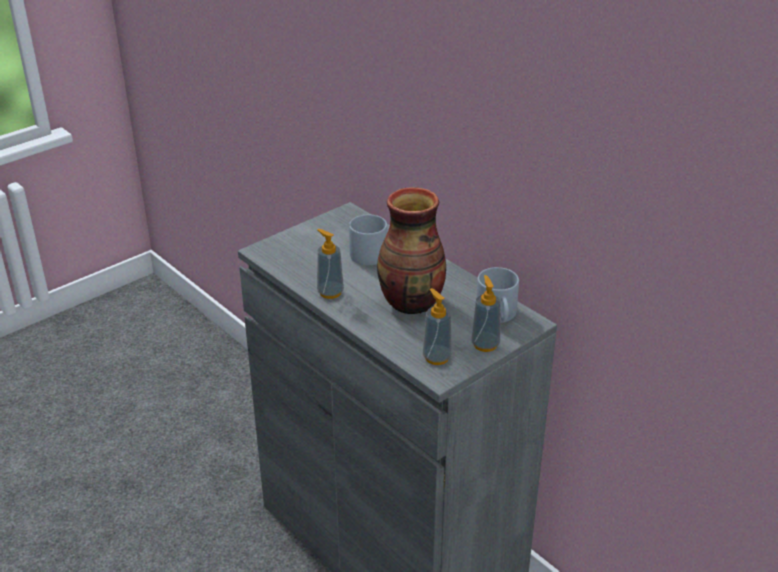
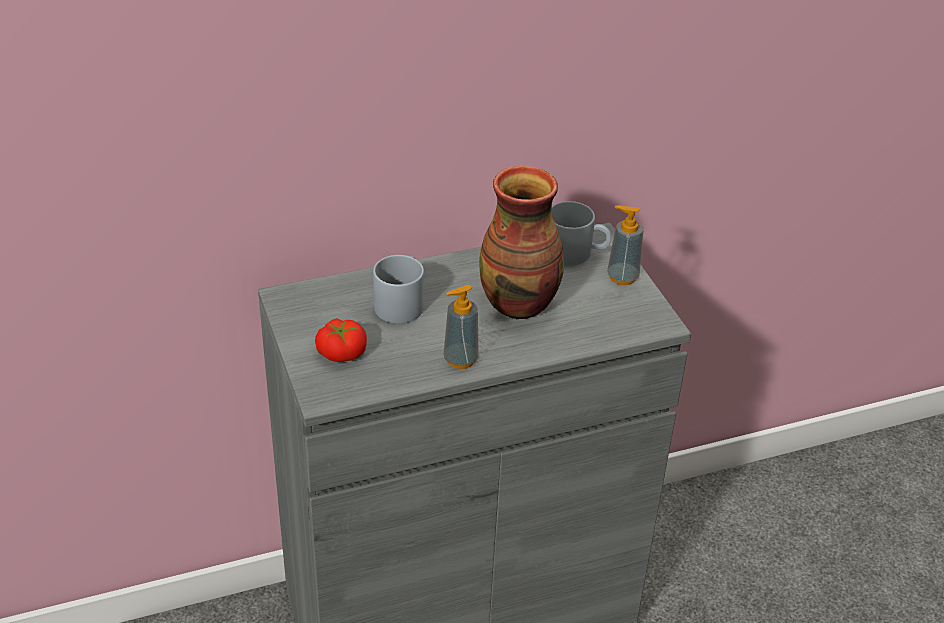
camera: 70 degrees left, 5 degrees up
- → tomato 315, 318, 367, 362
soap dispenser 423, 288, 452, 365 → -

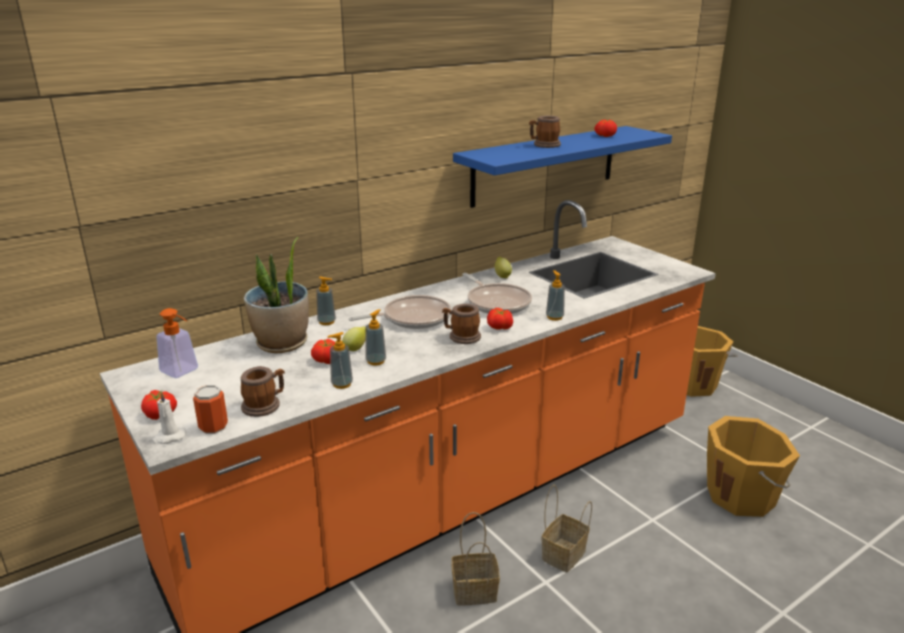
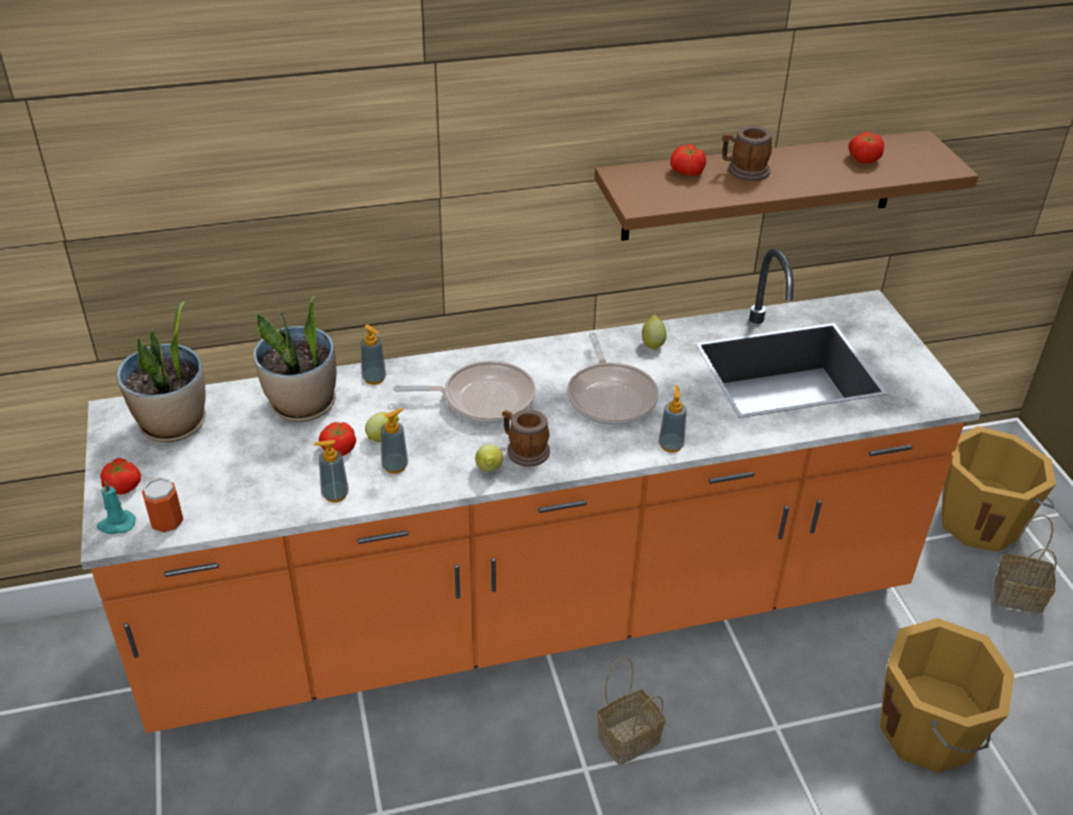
camera: 20 degrees right, 15 degrees up
candle (white) 151, 391, 186, 444 → candle (turquoise) 97, 480, 136, 534
soap dispenser 156, 308, 198, 378 → potted plant 116, 301, 206, 442
- → lemon 475, 444, 503, 472
shelf (blue) 453, 126, 672, 208 → shelf (brown) 594, 130, 979, 241
tomato 487, 308, 513, 330 → tomato 670, 144, 706, 176, shifted
basket 452, 512, 500, 605 → basket 994, 515, 1057, 613, shifted
mug 241, 366, 285, 417 → -

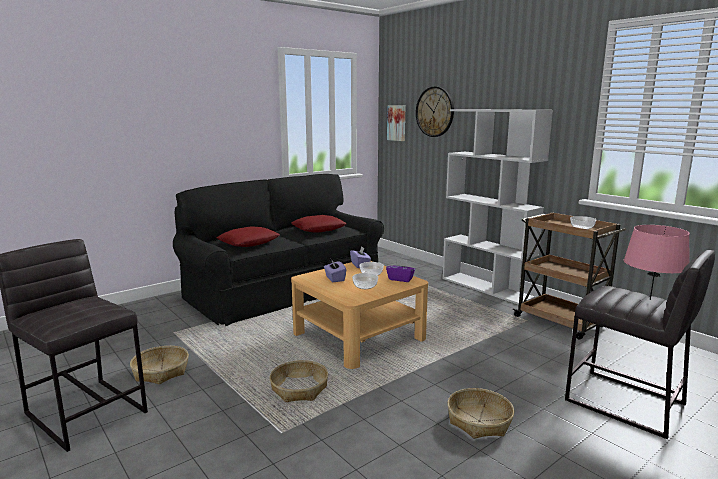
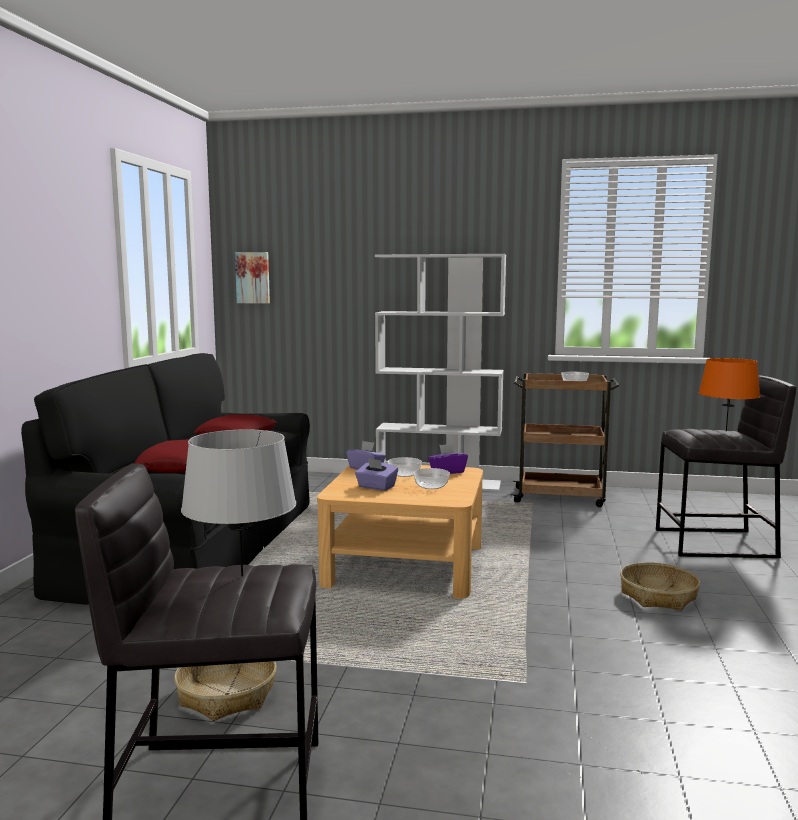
camera: 40 degrees left, 5 degrees down
- → table lamp (grey) 181, 429, 296, 577
table lamp (pink) 624, 225, 690, 300 → table lamp (orange) 699, 358, 760, 432
basket 270, 360, 328, 402 → -
wall clock 416, 87, 454, 137 → -

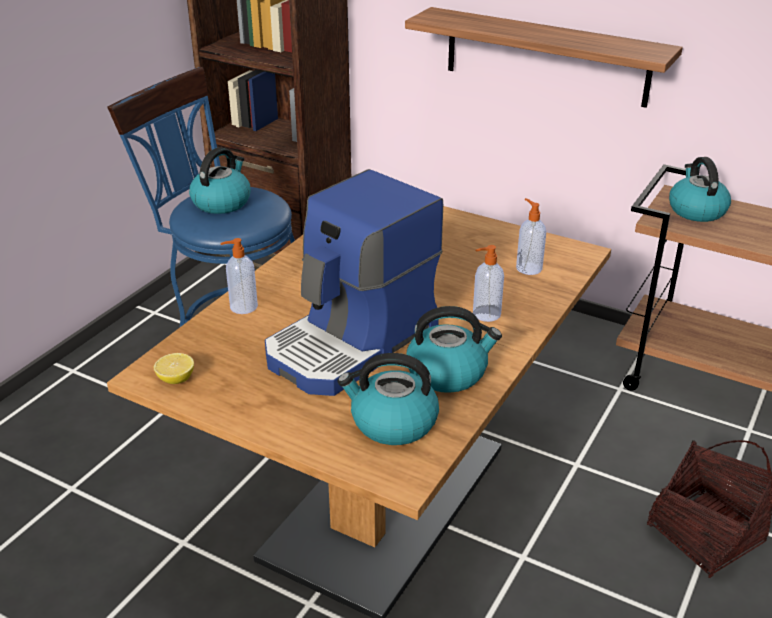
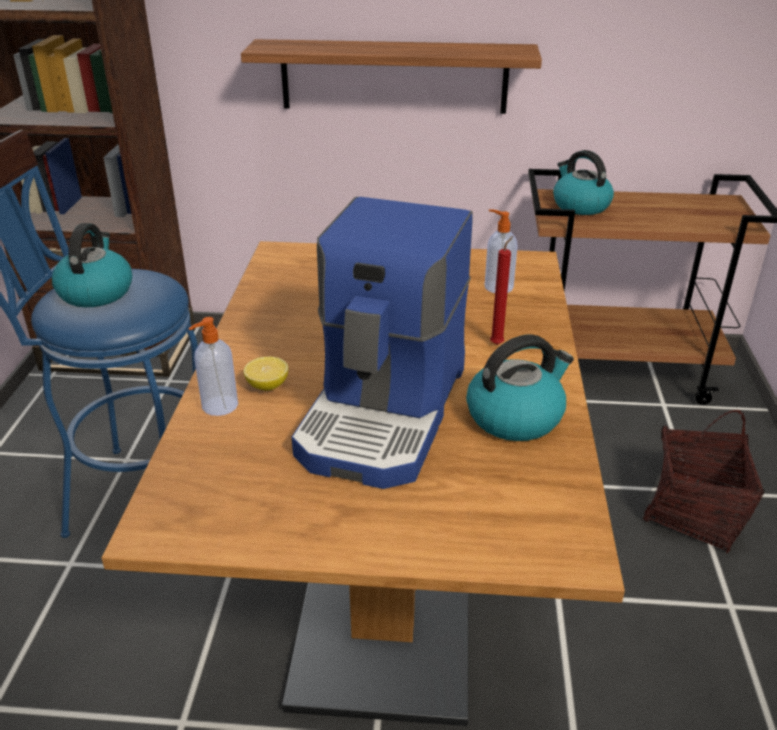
camera: 25 degrees left, 0 degrees up
lemon 154, 353, 194, 384 → lemon 244, 357, 288, 391, shifted
soap dispenser 473, 245, 504, 322 → candle (red) 490, 236, 513, 345
kettle 338, 353, 439, 445 → -

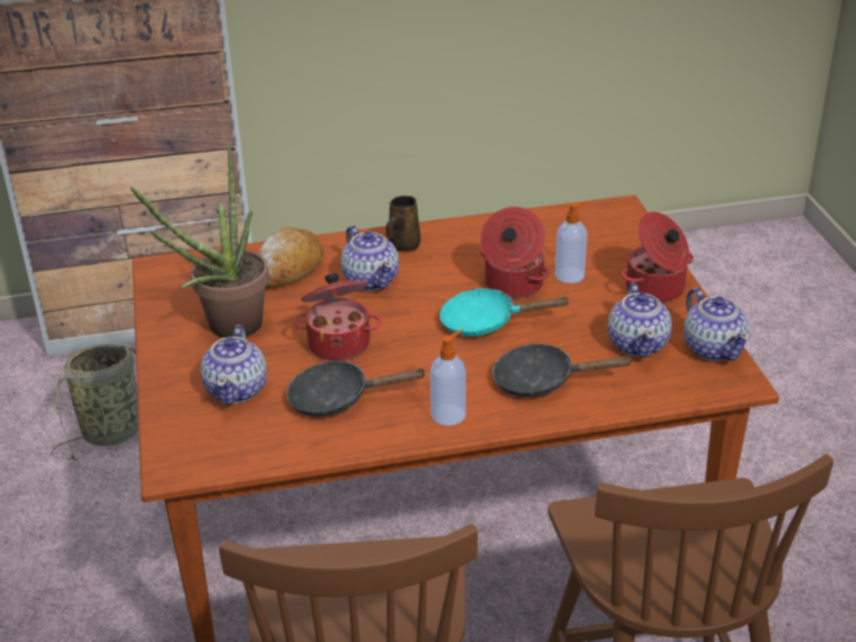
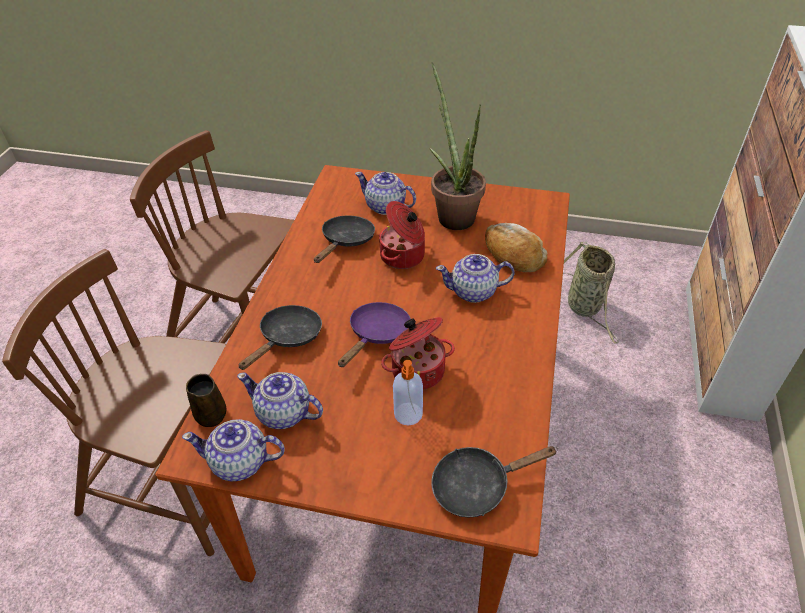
camera: 115 degrees right, 10 degrees up
mug (brown) 386, 196, 421, 252 → mug (brown) 186, 374, 227, 427, shifted
frying pan (turquoise) 439, 288, 571, 336 → frying pan (purple) 338, 302, 411, 367
- → frying pan (black) 431, 446, 558, 518
soap dispenser 430, 330, 466, 426 → -
cooking pot 621, 212, 694, 302 → -

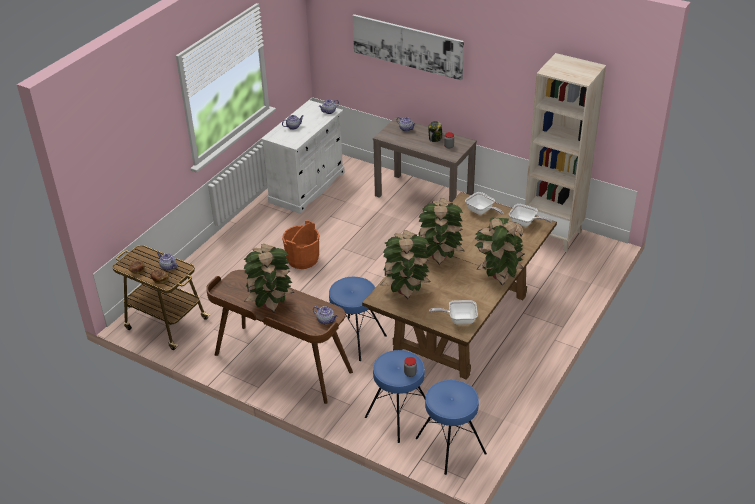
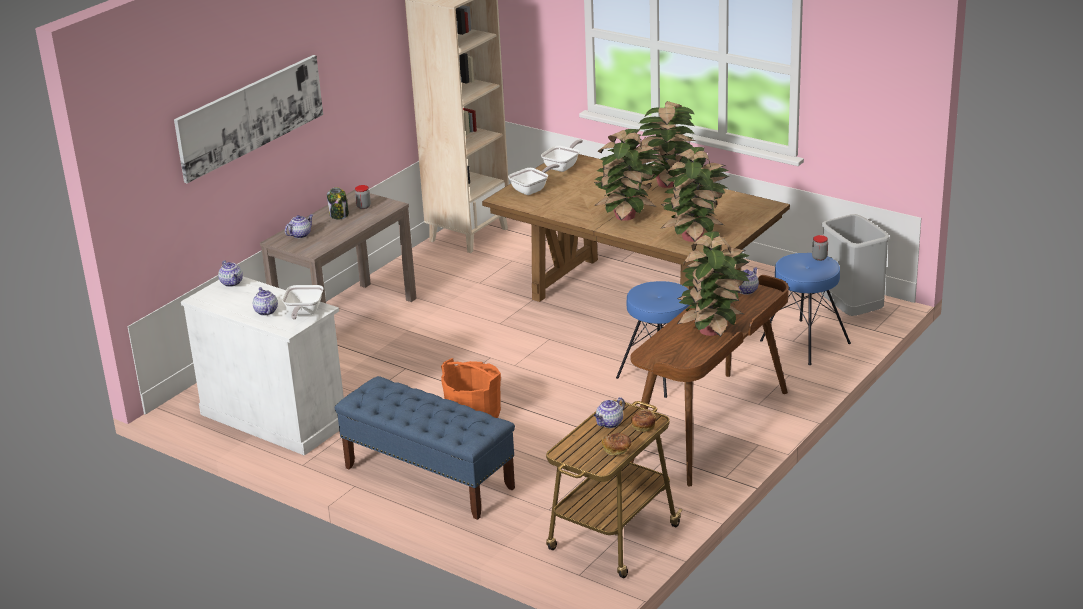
camera: 85 degrees left, 10 degrees down
frying pan 429, 300, 478, 325 → frying pan 282, 285, 324, 320, shifted
- → bench (blue) 335, 376, 515, 520
stool (blue) 415, 380, 487, 475 → trash can (grey) 821, 214, 890, 316

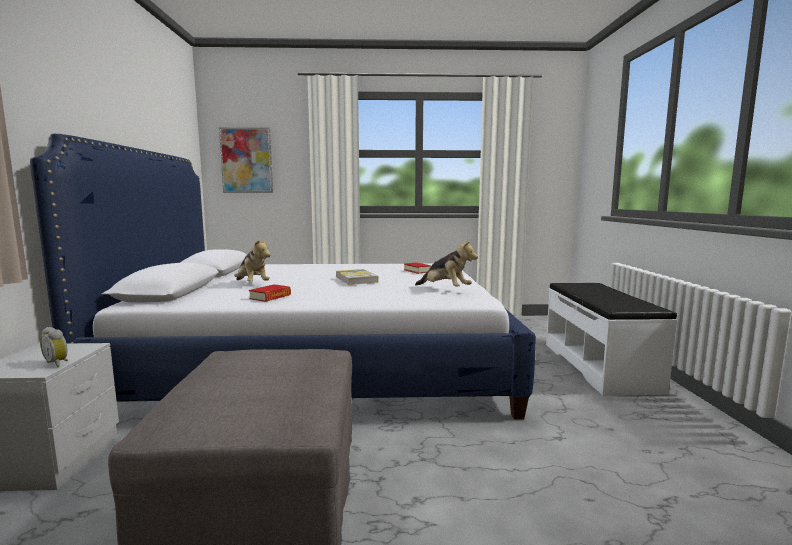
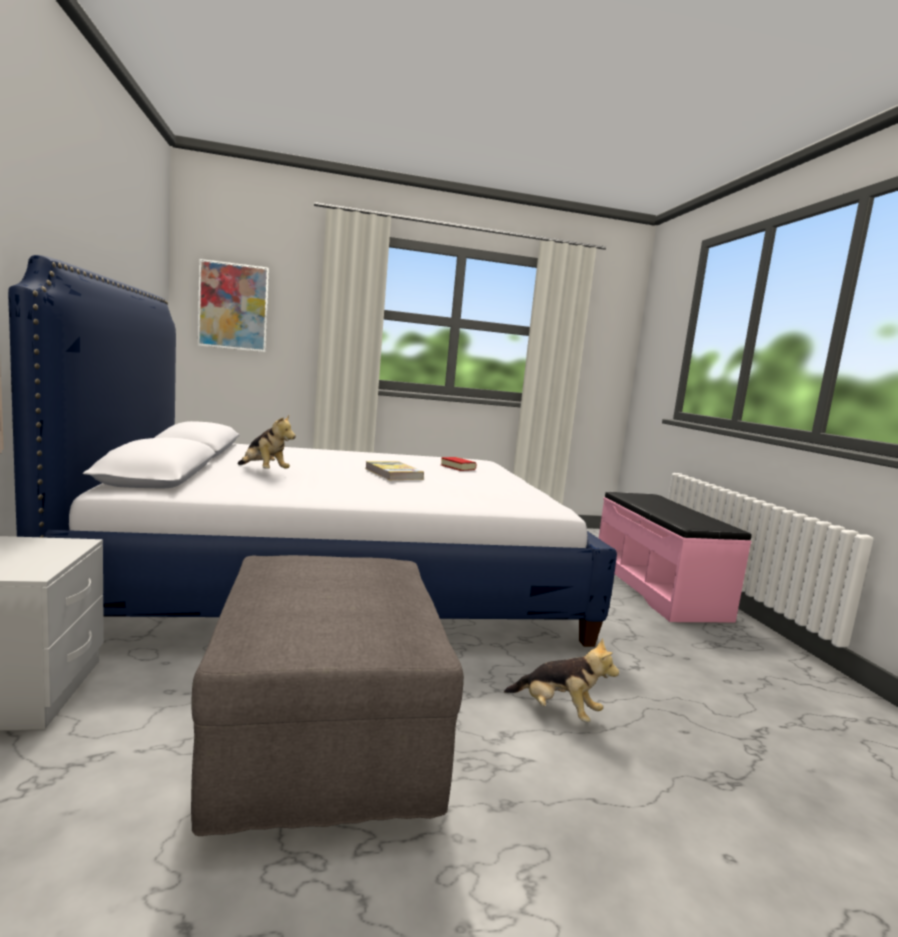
camera: 10 degrees left, 0 degrees up
plush toy 415, 239, 478, 286 → plush toy 504, 638, 619, 722, shifted
bench (white) 546, 283, 677, 396 → bench (pink) 599, 492, 752, 622
alarm clock 40, 327, 68, 367 → -
book 249, 284, 291, 302 → -

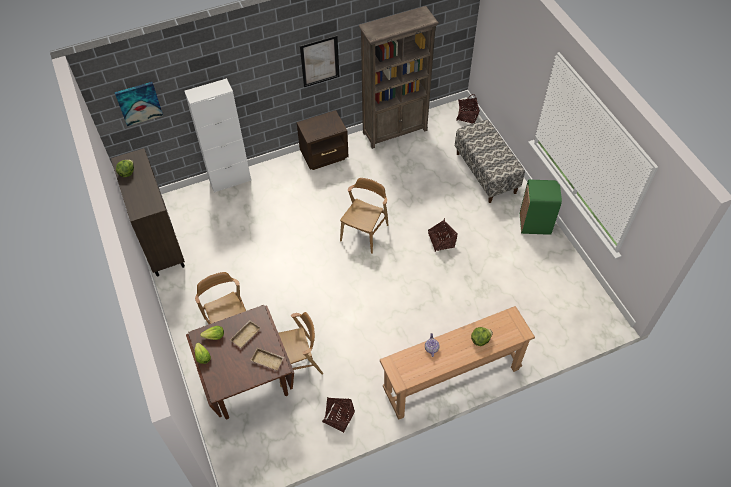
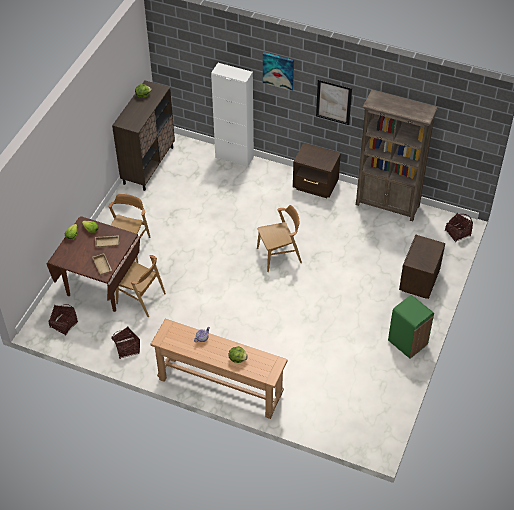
camera: 45 degrees right, 5 degrees down
basket 428, 218, 458, 252 → basket 49, 304, 78, 336, shifted
picture 115, 82, 163, 126 → picture 263, 52, 294, 91, shifted
bench 455, 119, 525, 203 → nightstand (brown) 399, 235, 445, 299

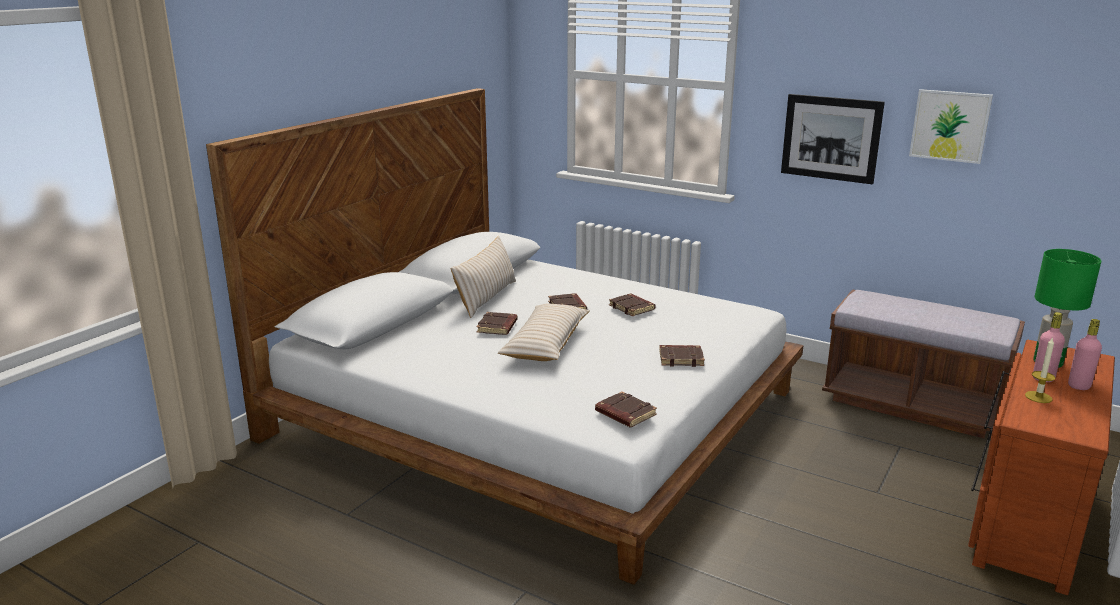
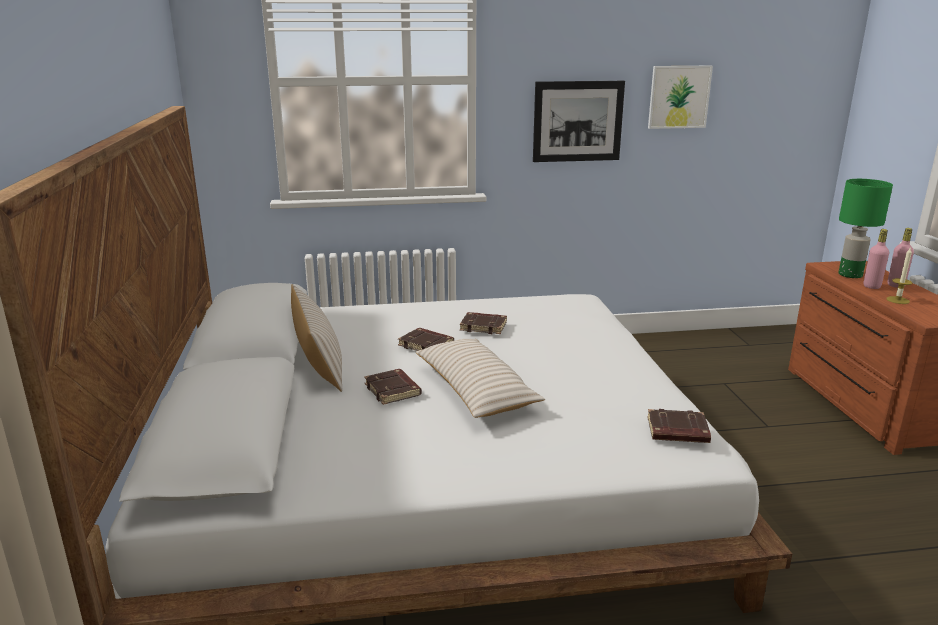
camera: 40 degrees left, 0 degrees up
book (brown) 659, 345, 705, 367 → -
bench (brown) 822, 289, 1025, 438 → -

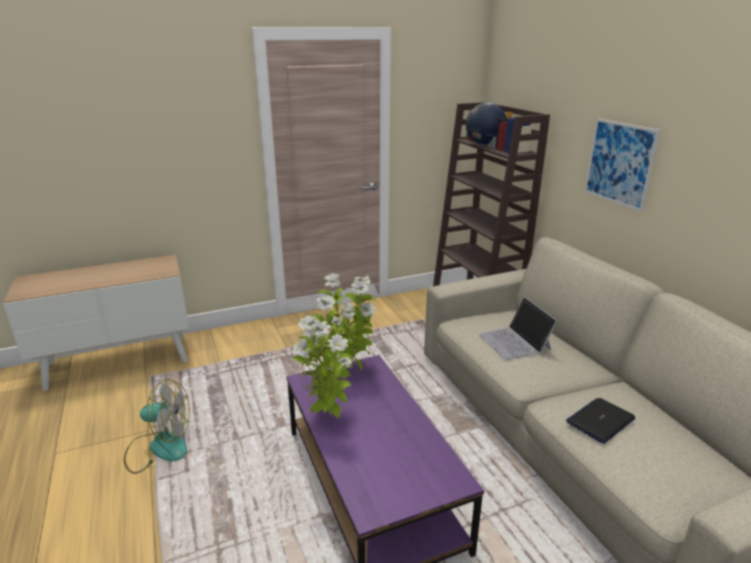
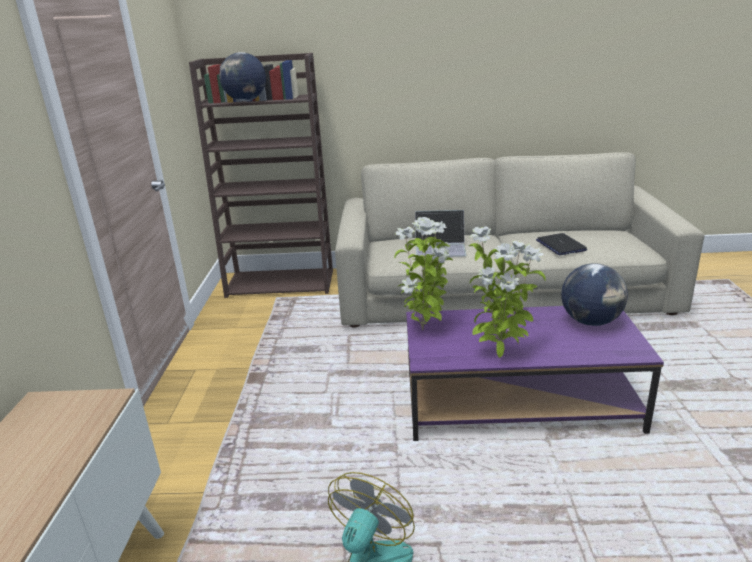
camera: 65 degrees left, 0 degrees up
- → globe 561, 263, 628, 326
picture 584, 118, 660, 212 → -

